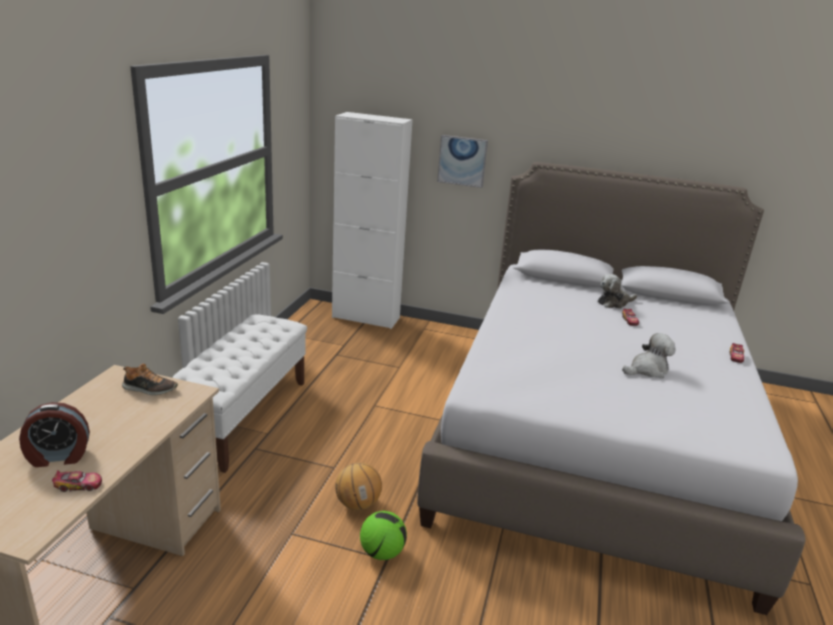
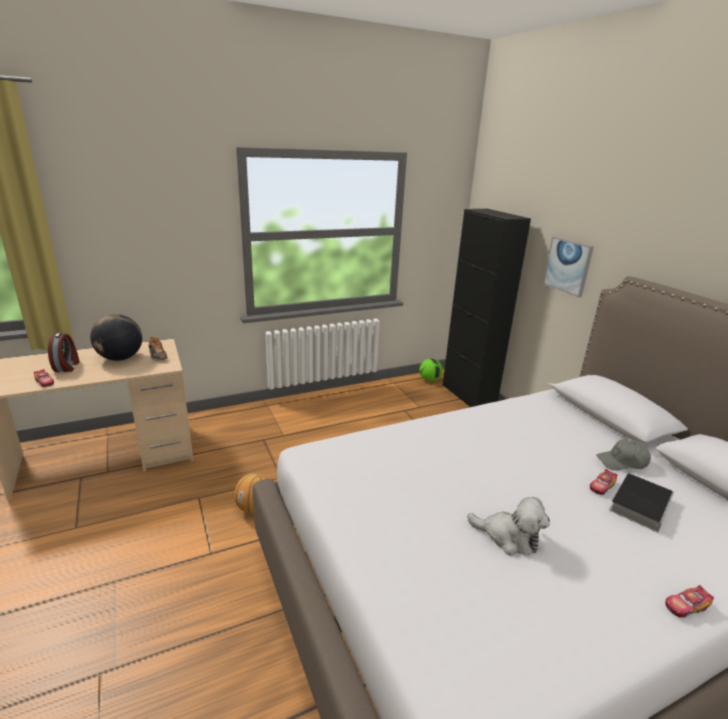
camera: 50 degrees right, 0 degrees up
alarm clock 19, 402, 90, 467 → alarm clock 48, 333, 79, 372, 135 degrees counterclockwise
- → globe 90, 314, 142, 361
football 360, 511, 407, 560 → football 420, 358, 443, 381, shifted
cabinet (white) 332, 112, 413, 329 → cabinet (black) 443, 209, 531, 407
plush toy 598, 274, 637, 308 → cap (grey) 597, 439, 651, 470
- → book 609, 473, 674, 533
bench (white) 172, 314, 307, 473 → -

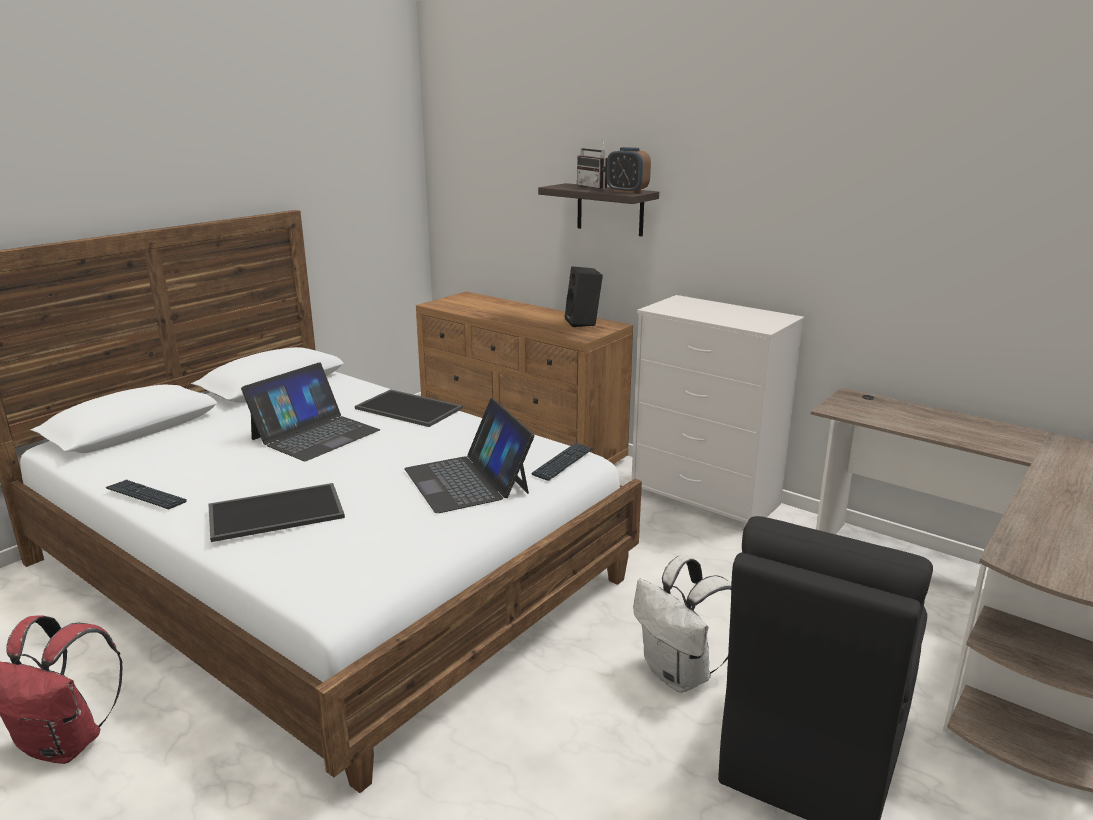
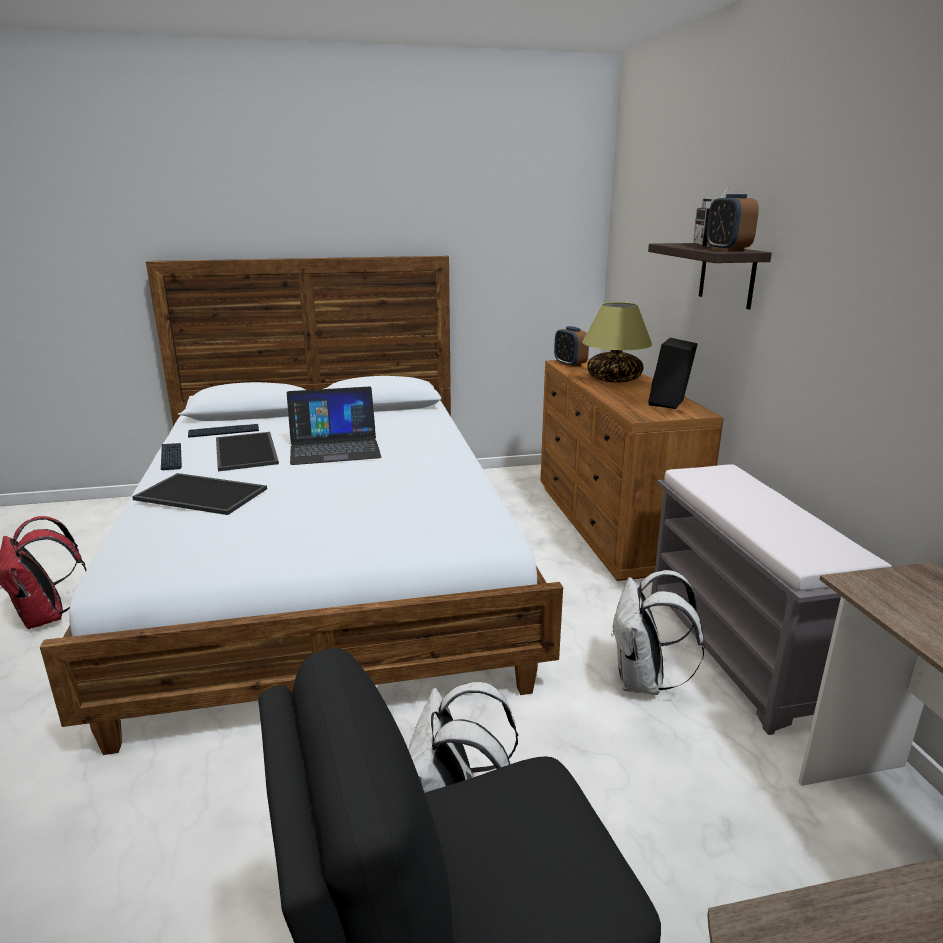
camera: 40 degrees right, 0 degrees up
keyboard 532, 443, 593, 481 → keyboard 188, 424, 259, 438, shifted
tray 355, 389, 463, 427 → tray 216, 432, 279, 471, shifted
- → alarm clock 554, 326, 589, 367
- → table lamp 582, 302, 653, 383
- → backpack (white) 611, 570, 705, 695
dresser (white) 632, 295, 805, 523 → bench (grey) 651, 464, 892, 735
laptop 404, 398, 535, 513 → -

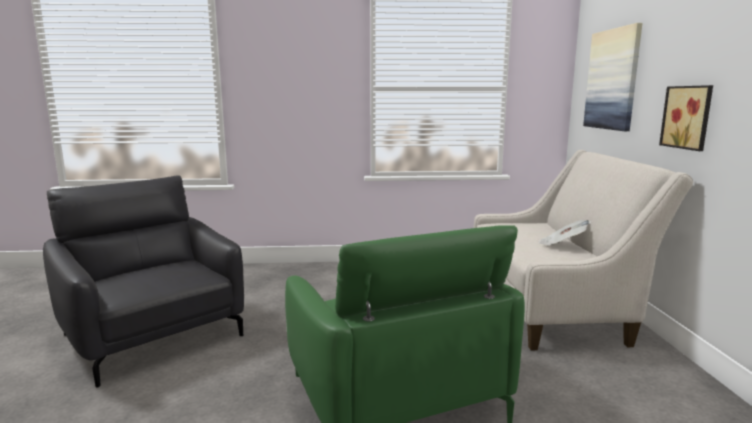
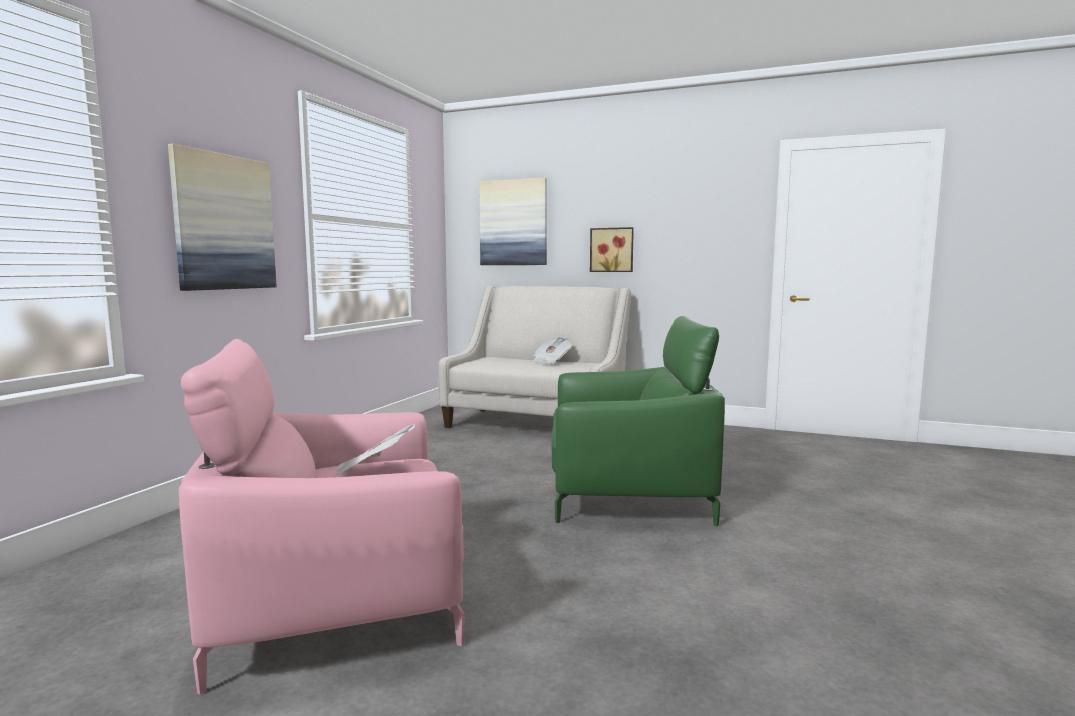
camera: 65 degrees left, 5 degrees down
- → picture 168, 144, 277, 291
armchair (black) 43, 175, 244, 387 → armchair (pink) 179, 339, 464, 695
- → newspaper 334, 424, 415, 477

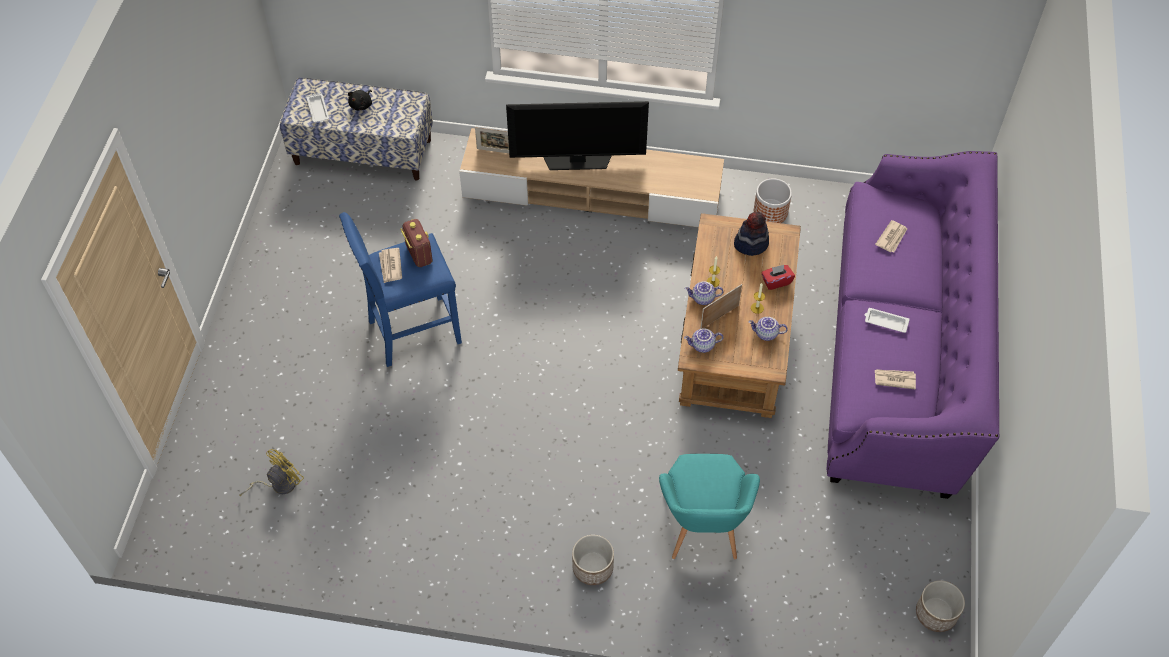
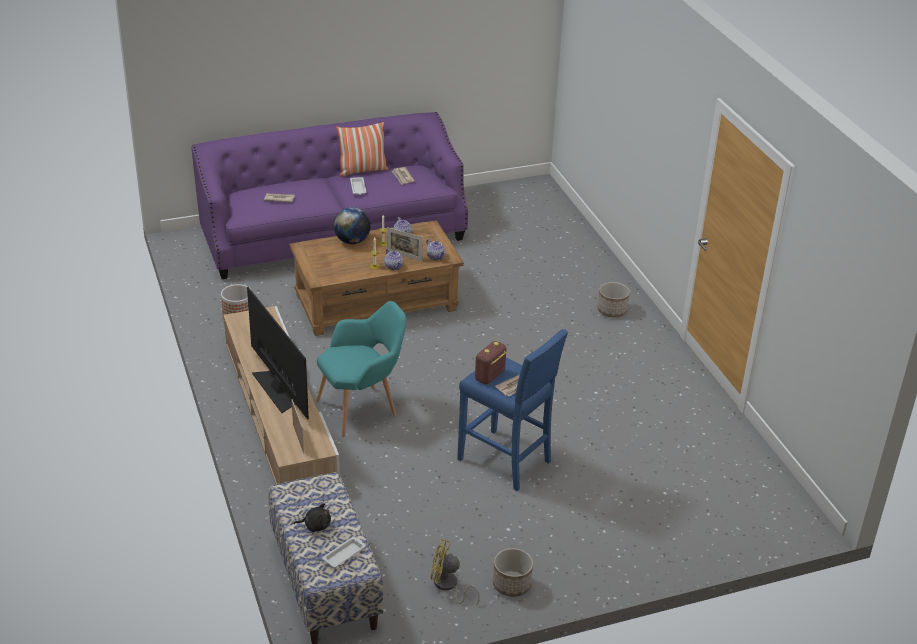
camera: 120 degrees left, 20 degrees down
armchair (turquoise) 659, 454, 760, 559 → armchair (turquoise) 316, 301, 407, 437, shifted
tissue box (red) 762, 265, 795, 290 → globe 334, 207, 371, 244
- → pillow 336, 122, 388, 177
fan (yellow) 239, 449, 304, 496 → fan (yellow) 431, 539, 480, 605, shifted
planter 916, 580, 965, 632 → planter 493, 548, 533, 597, shifted
hat 734, 212, 769, 256 → -

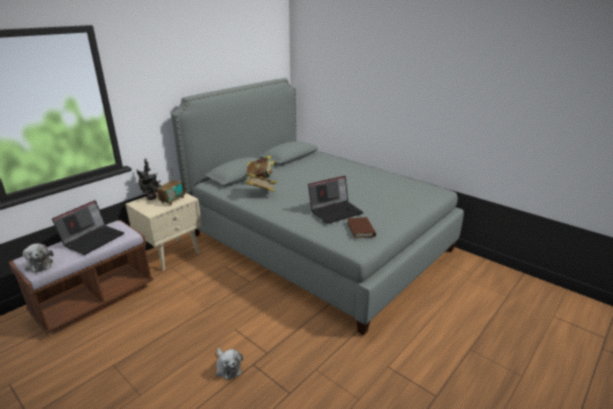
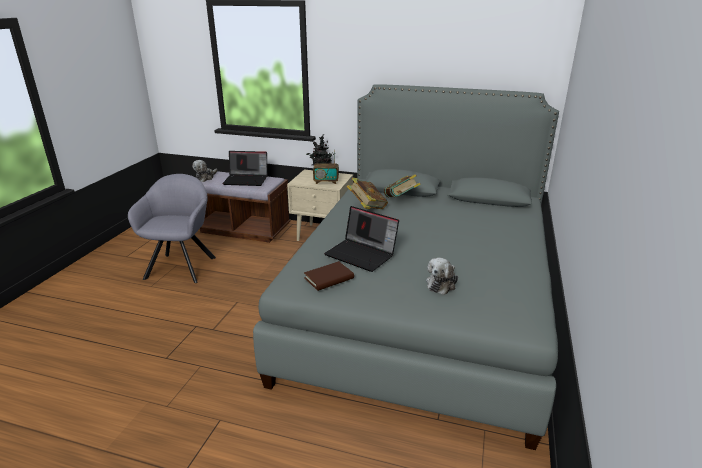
camera: 65 degrees right, 0 degrees up
- → armchair (grey) 128, 174, 216, 283
plush toy 216, 348, 243, 380 → plush toy 426, 258, 458, 295, shifted

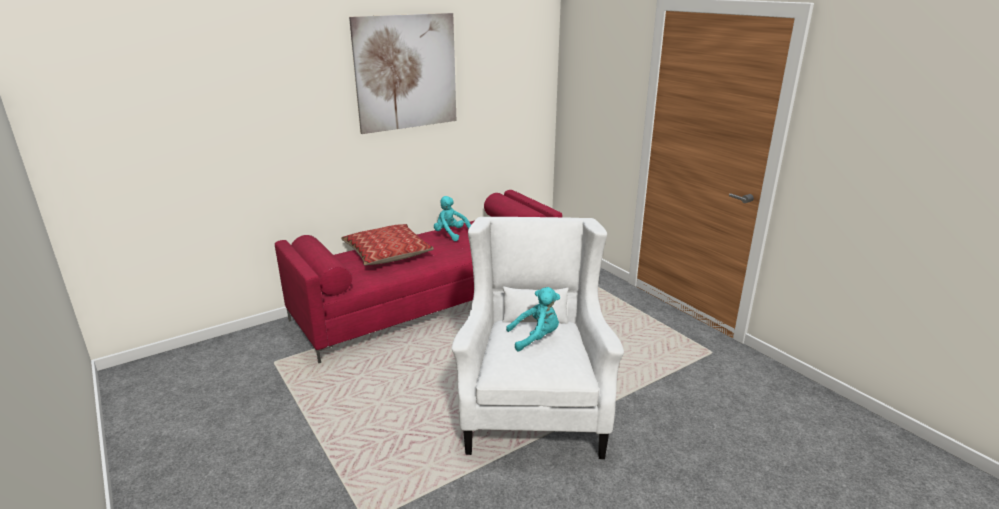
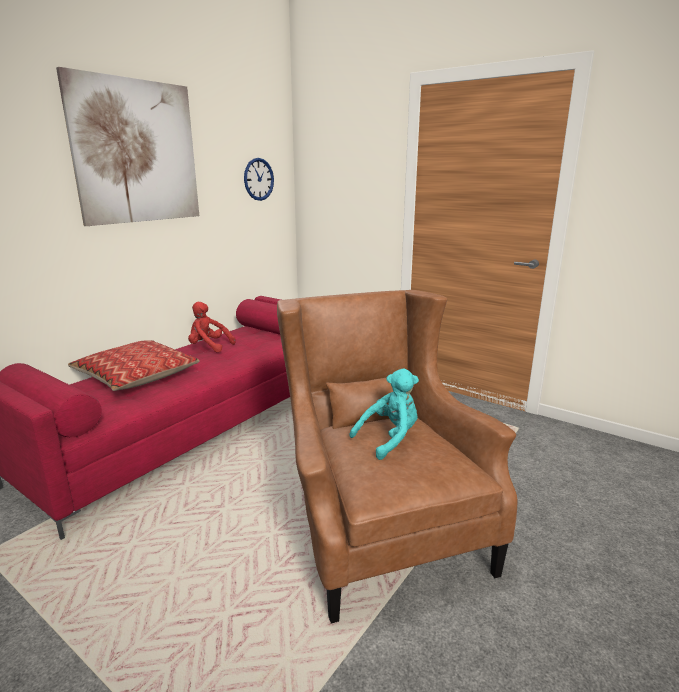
camera: 20 degrees left, 5 degrees down
plush toy (turquoise) 434, 196, 471, 241 → plush toy (red) 188, 302, 236, 352
- → wall clock 244, 158, 274, 201
armchair (white) 452, 217, 624, 459 → armchair (brown) 277, 290, 517, 624

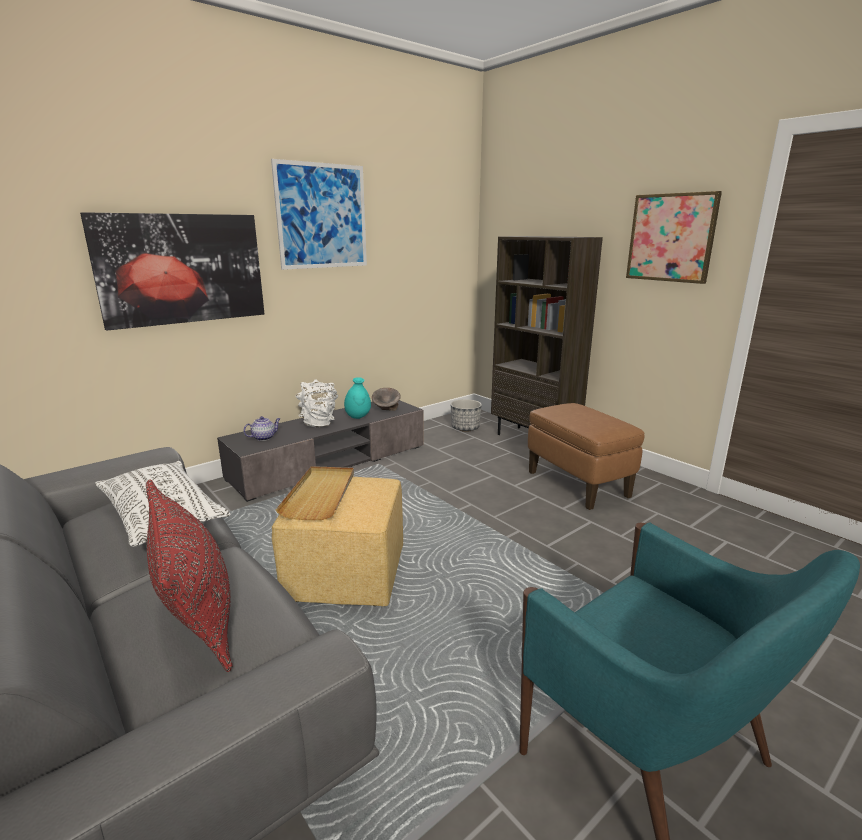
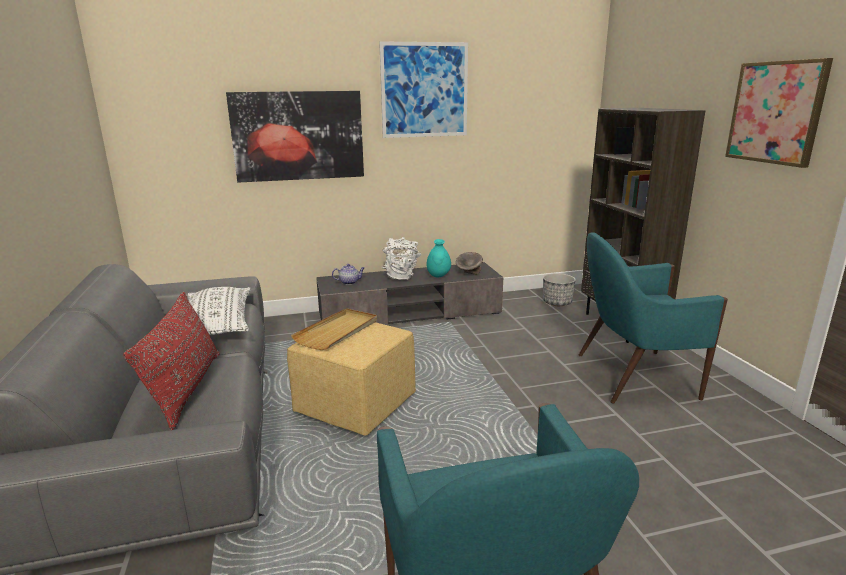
camera: 25 degrees right, 0 degrees up
ottoman (brown) 528, 403, 645, 510 → armchair (turquoise) 579, 232, 728, 404

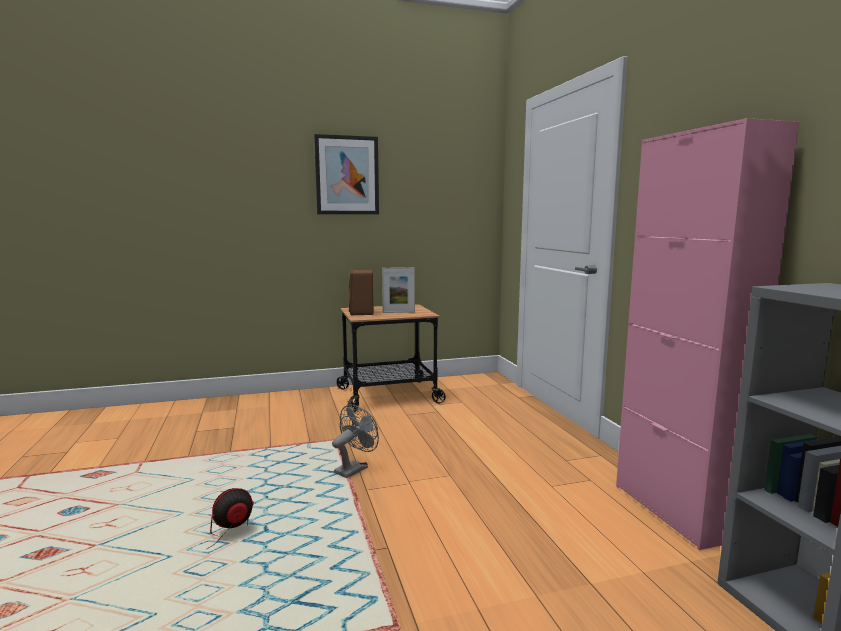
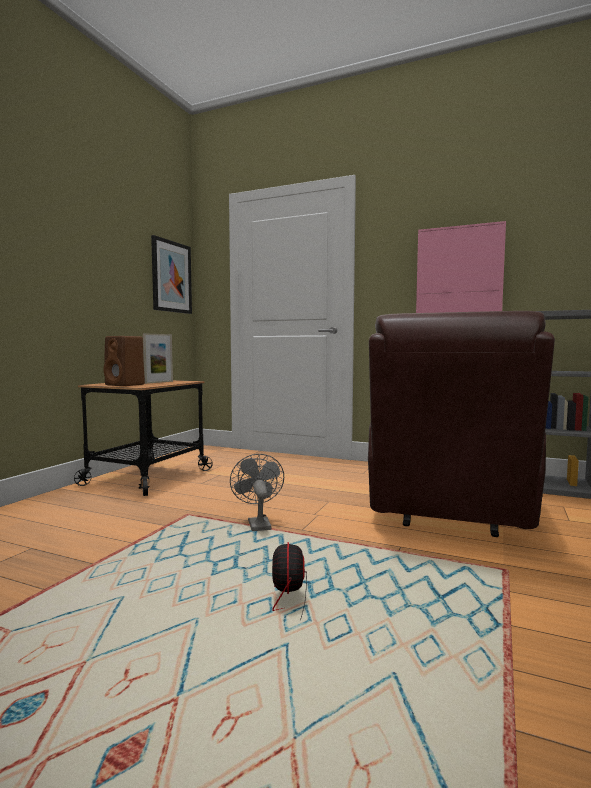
camera: 50 degrees left, 5 degrees down
picture 314, 134, 379, 214 → picture 151, 235, 192, 314, shifted
- → armchair (brown) 368, 311, 555, 537

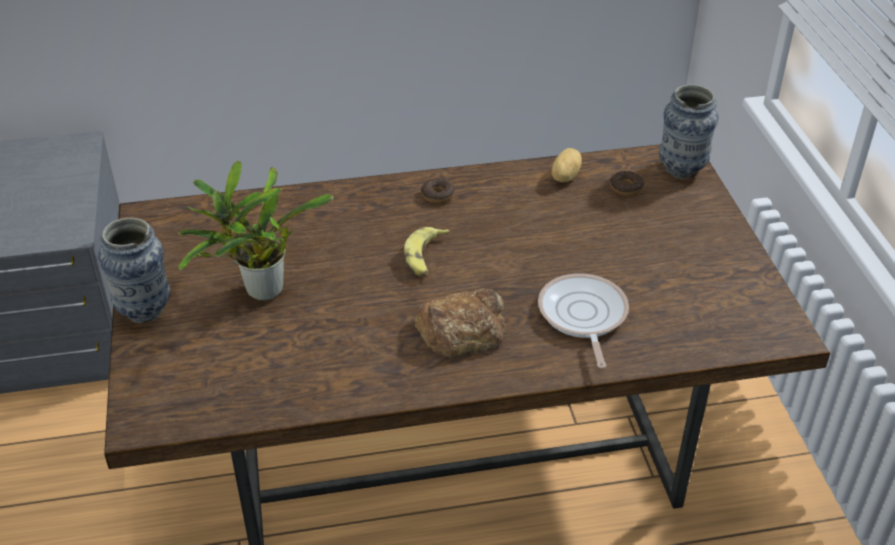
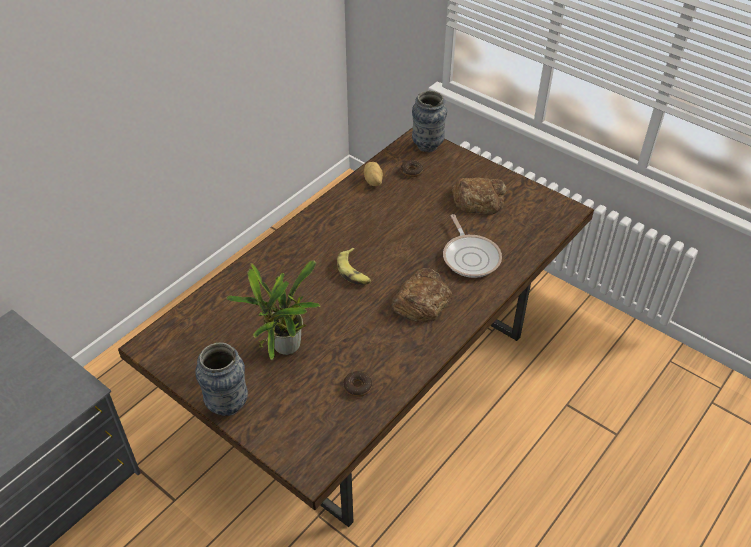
camera: 40 degrees left, 5 degrees up
donut 421, 178, 455, 204 → donut 343, 371, 372, 397, shifted
frying pan 538, 273, 629, 369 → frying pan 443, 214, 502, 278, 150 degrees counterclockwise
- → bread 452, 177, 507, 215

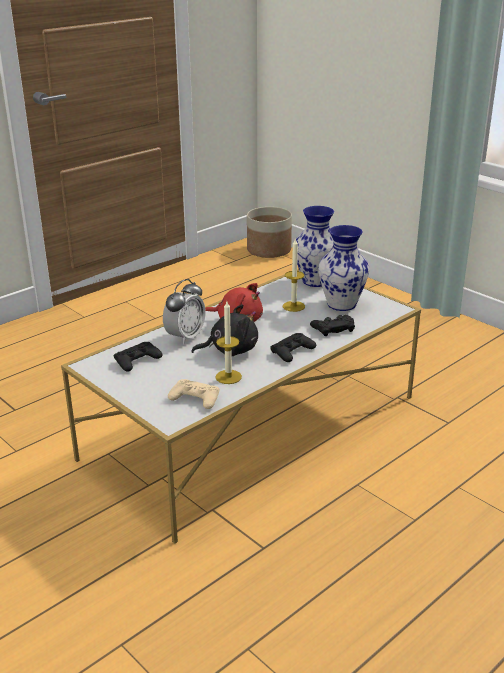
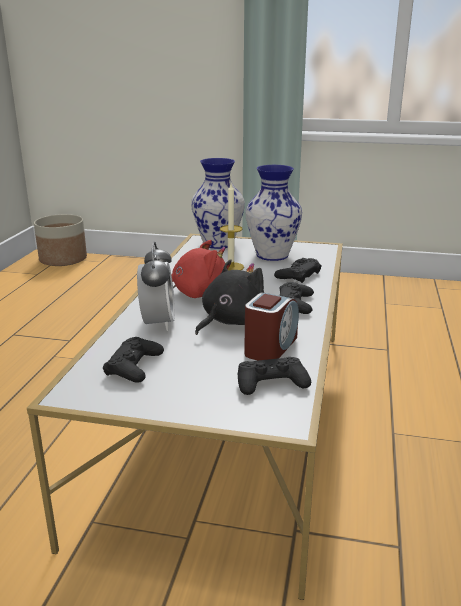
camera: 35 degrees left, 5 degrees down
game controller (beige) 168, 379, 220, 409 → game controller (black) 238, 357, 311, 395
candle 215, 301, 242, 384 → alarm clock 244, 293, 299, 360

